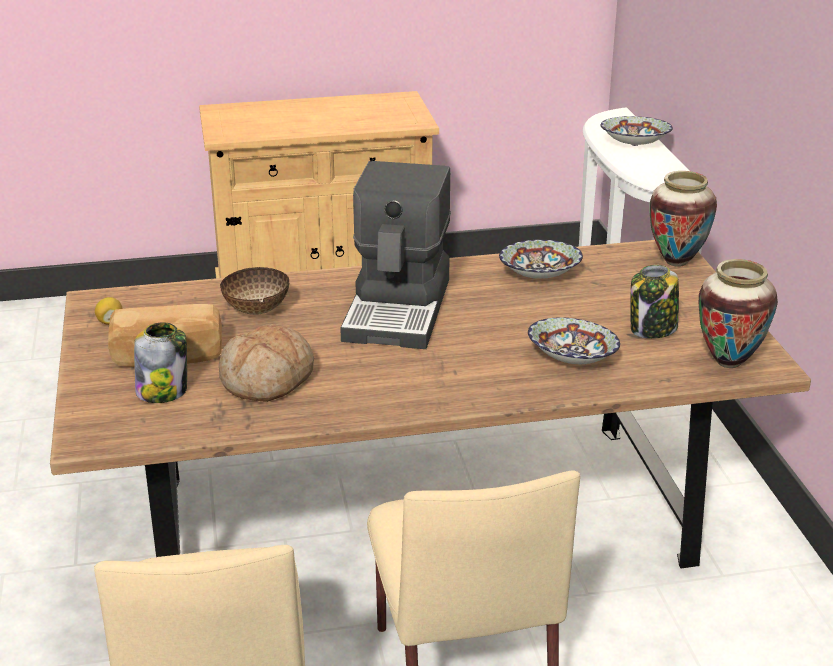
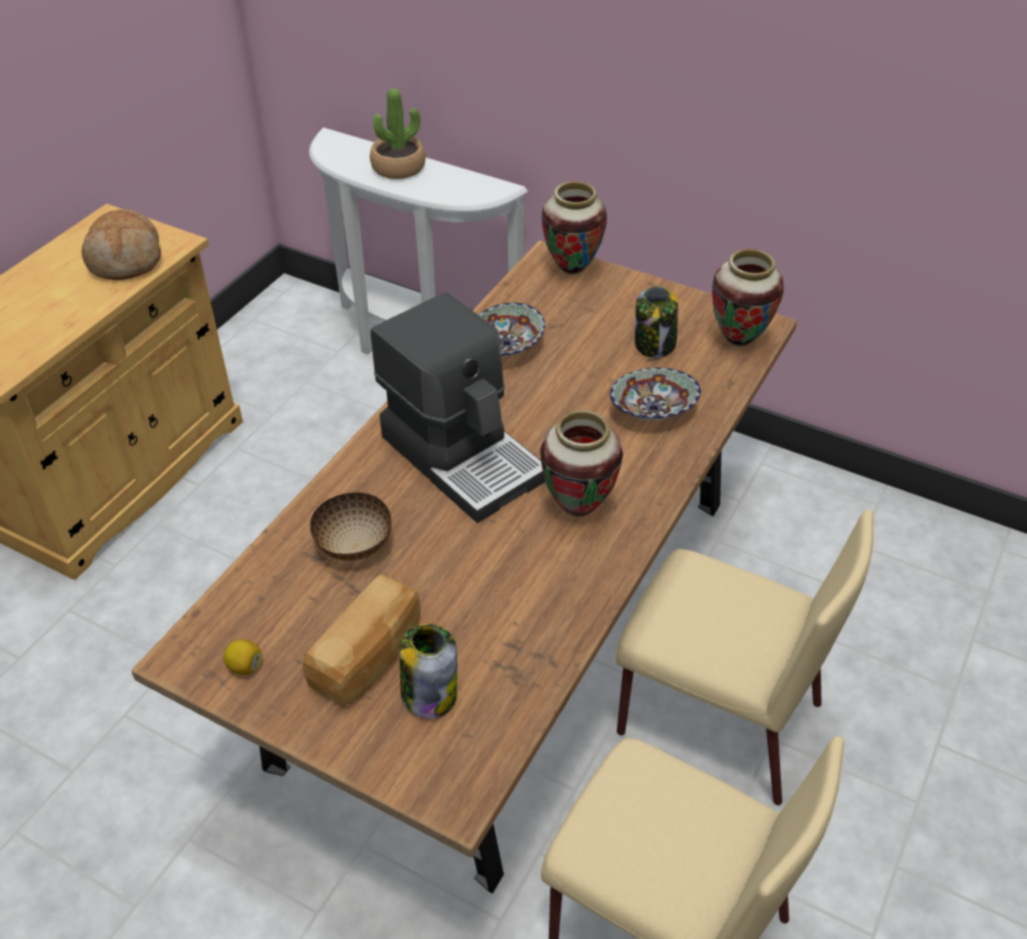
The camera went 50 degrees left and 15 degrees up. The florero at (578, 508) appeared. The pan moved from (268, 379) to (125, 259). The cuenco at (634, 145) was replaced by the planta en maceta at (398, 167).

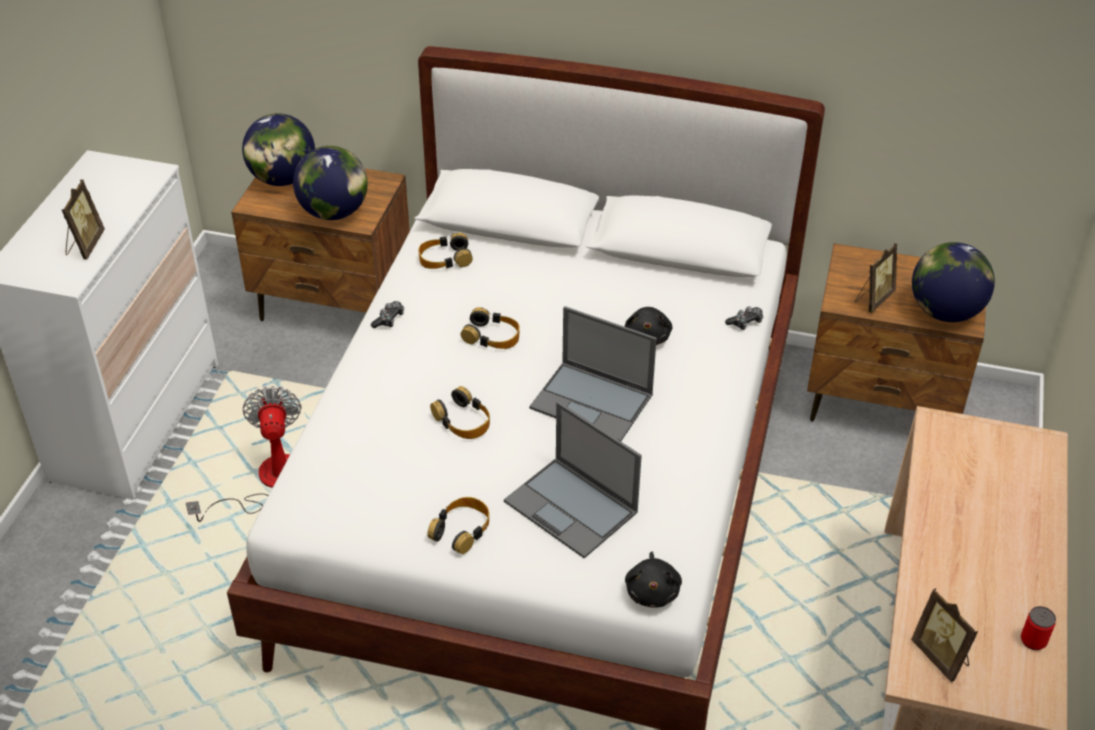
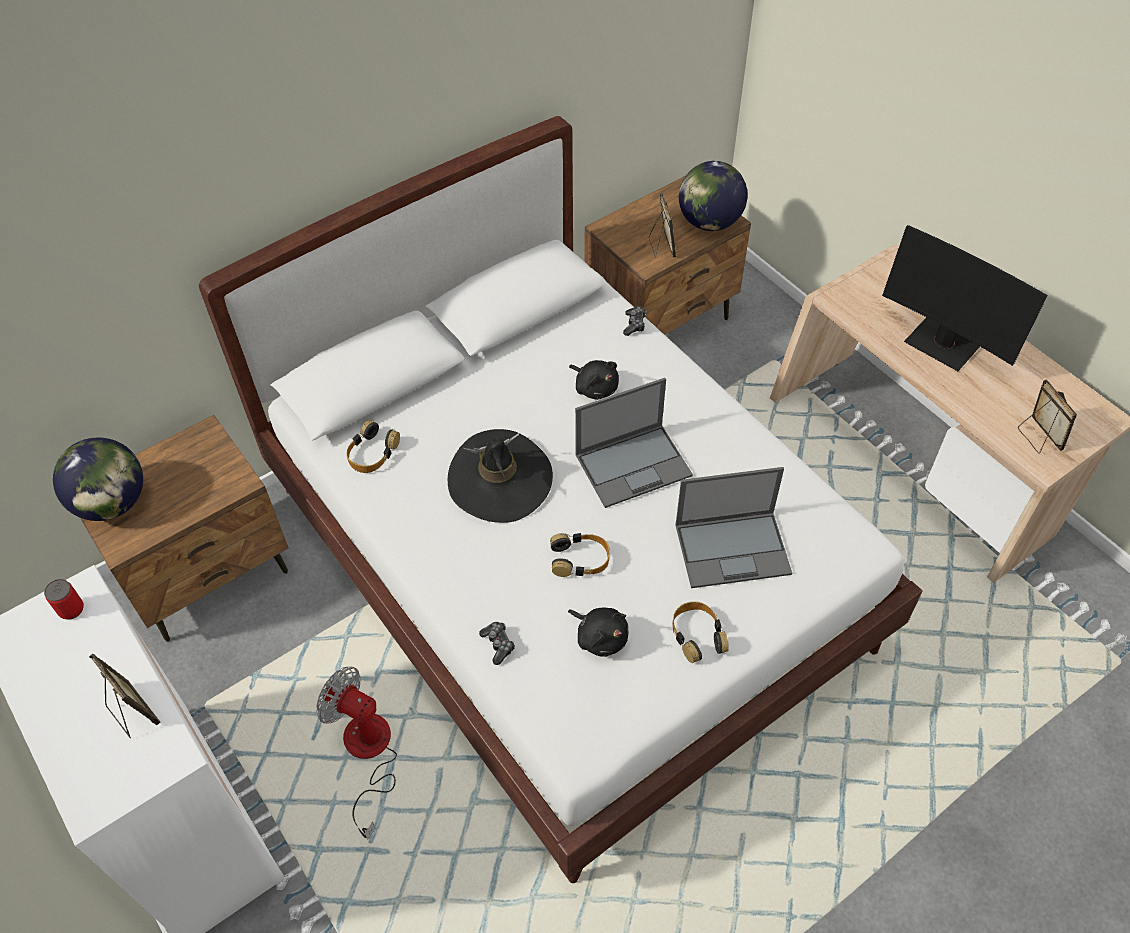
The camera went 50 degrees left and 10 degrees up. The globo terráqueo at (333, 212) disappeared. The monitor at (943, 344) appeared. The mando de consola moved from (389, 319) to (498, 644). The peluche (negro) moved from (652, 591) to (600, 637). The lata moved from (1033, 640) to (71, 609). The auriculares at (492, 336) was replaced by the sombrero (negro) at (500, 480). The portarretratos at (941, 657) turned 120 degrees counterclockwise.

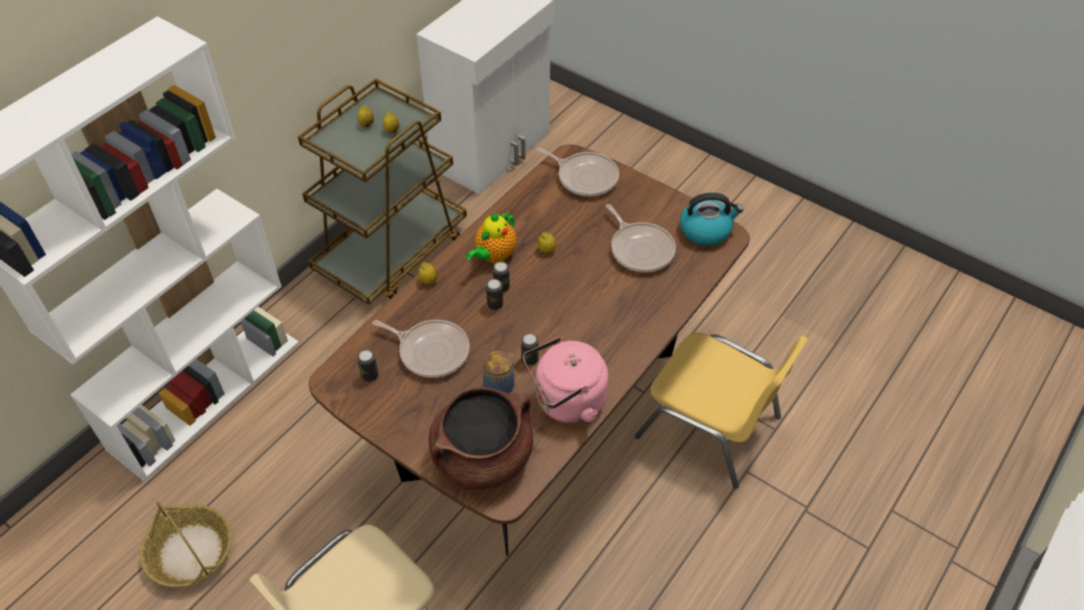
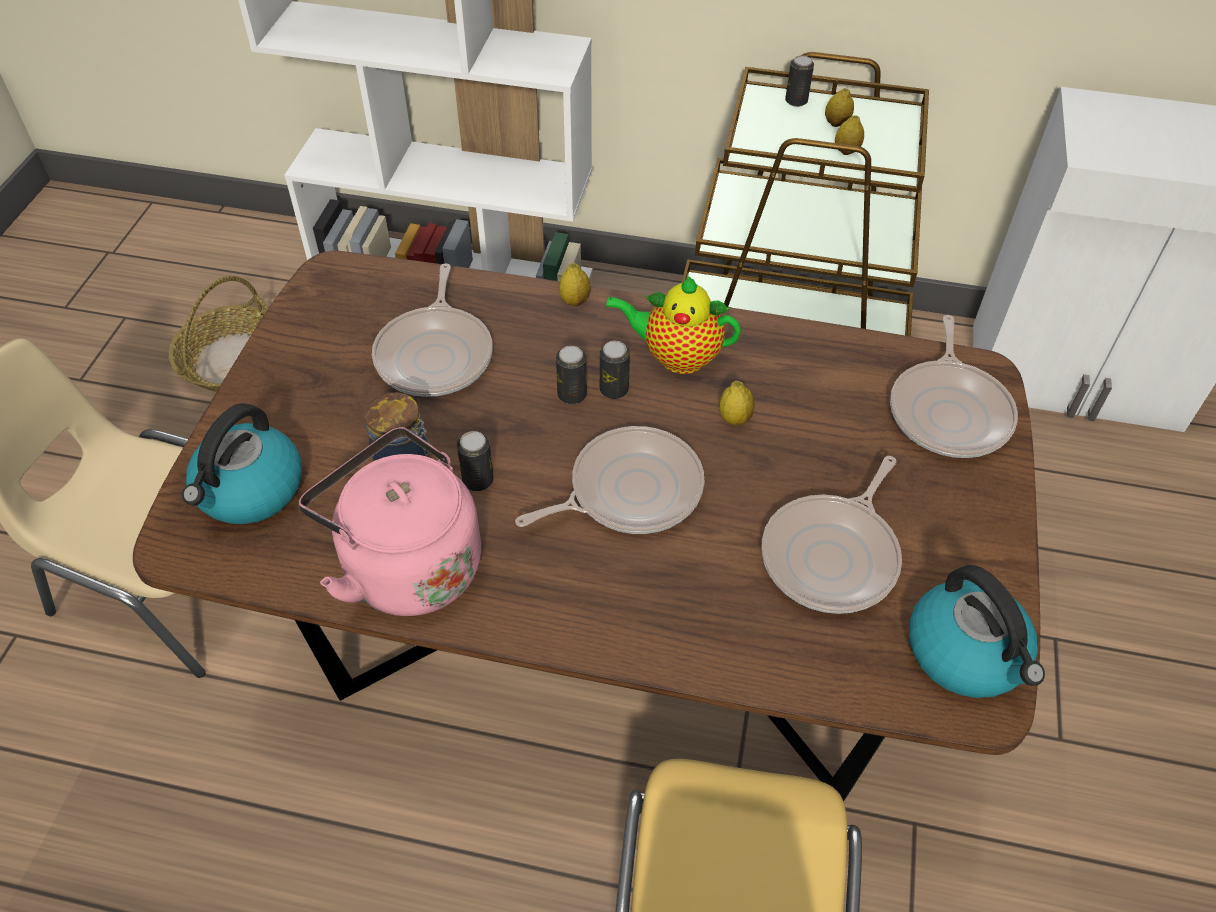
The camera went 65 degrees right and 0 degrees up. The sartén at (629, 490) appeared. The lata moved from (370, 375) to (796, 101). The olla (marrón) at (483, 457) was replaced by the hervidor at (250, 491).

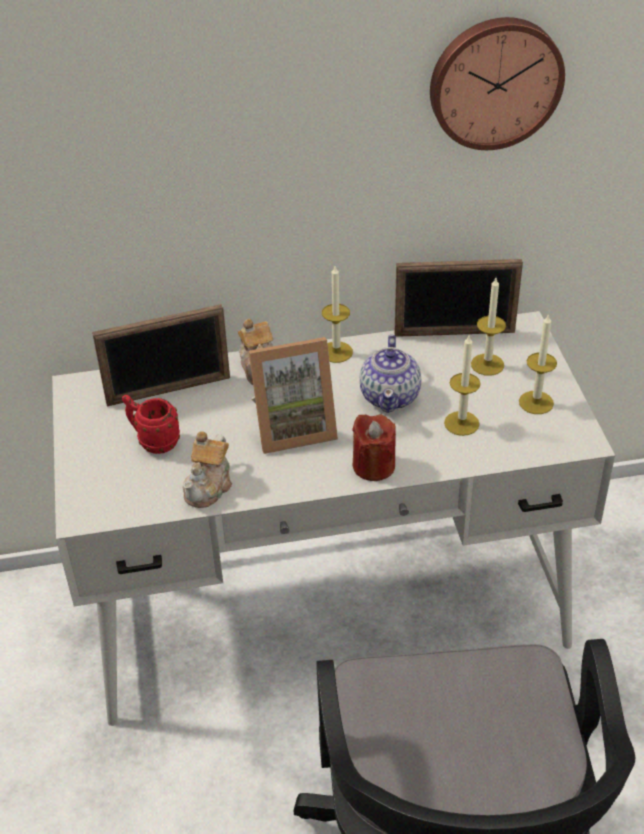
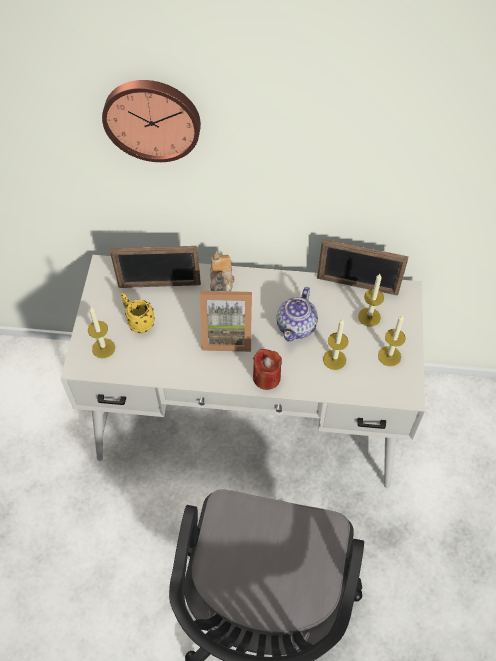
The camera went 15 degrees right and 15 degrees up. The tetera at (209, 486) disappeared. The vela moved from (336, 352) to (103, 348). The reloj de pared moved from (494, 82) to (152, 118). The taza grande (rojo) at (153, 441) became the taza grande (amarillo) at (138, 322).

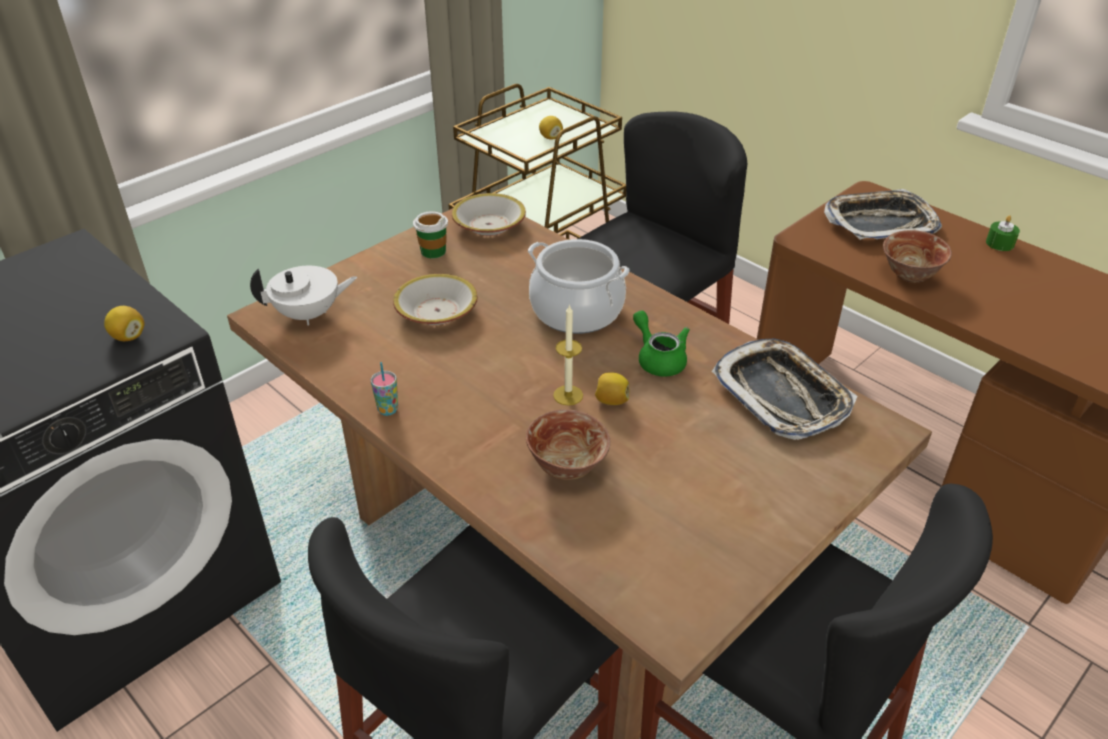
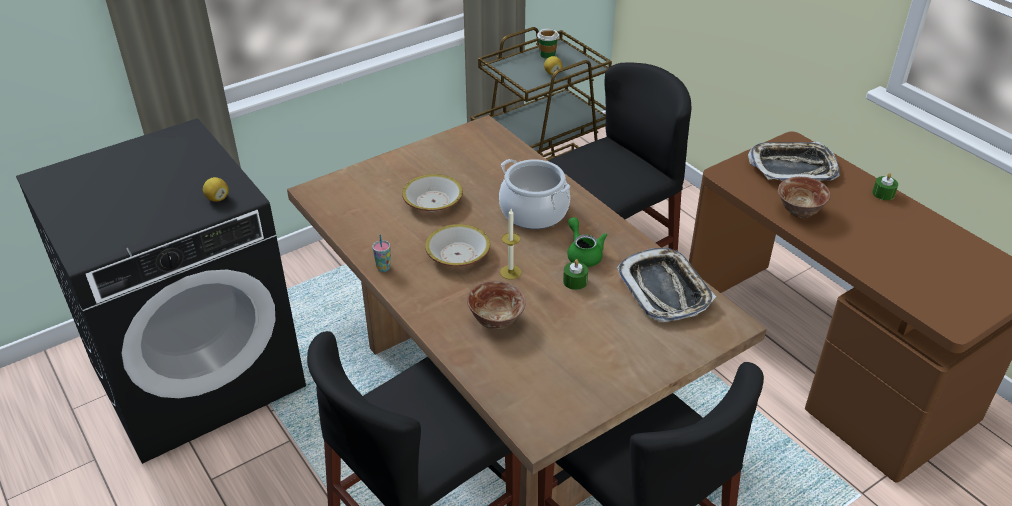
The camera went 10 degrees right and 0 degrees up. The tetera (blanco) at (309, 315) disappeared. The limón at (611, 400) disappeared. The vela (verde) at (575, 281) appeared. The taza moved from (433, 251) to (547, 54). The cuenco moved from (488, 225) to (457, 254).

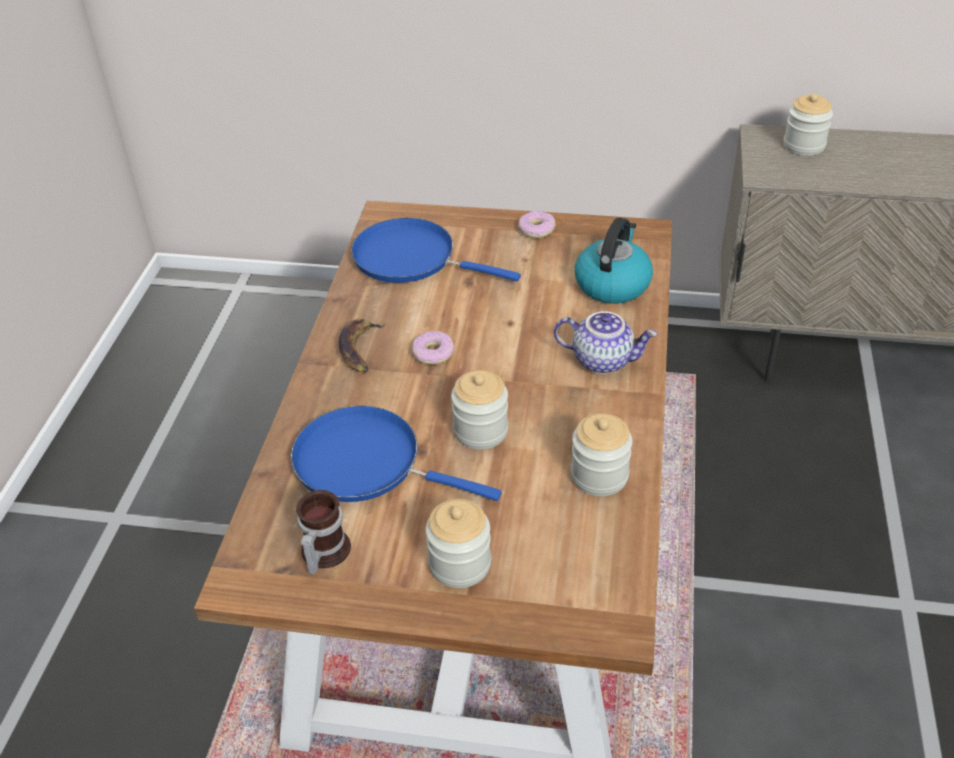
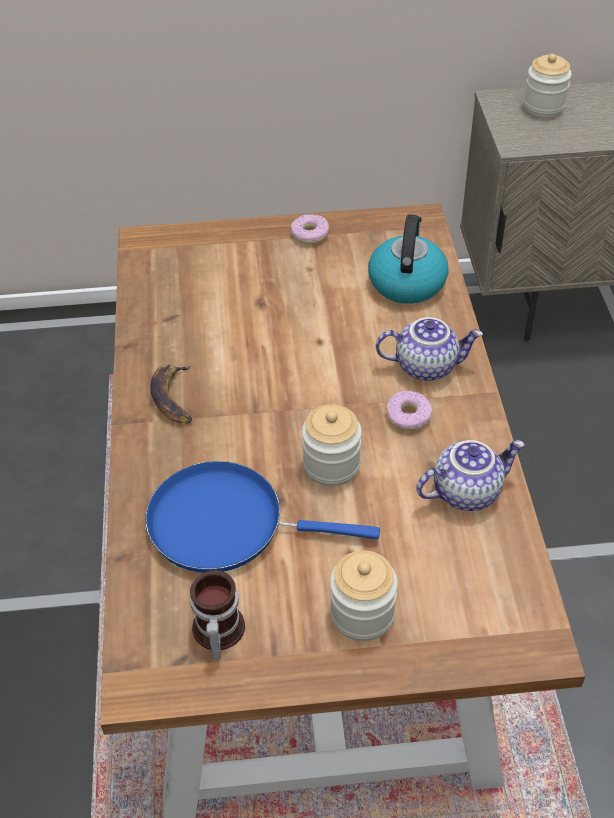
The camera went 15 degrees left and 5 degrees up. The sartén (azul) at (411, 258) disappeared. The rosquilla moved from (433, 353) to (408, 416). The tarro at (599, 476) was replaced by the tetera at (466, 490).

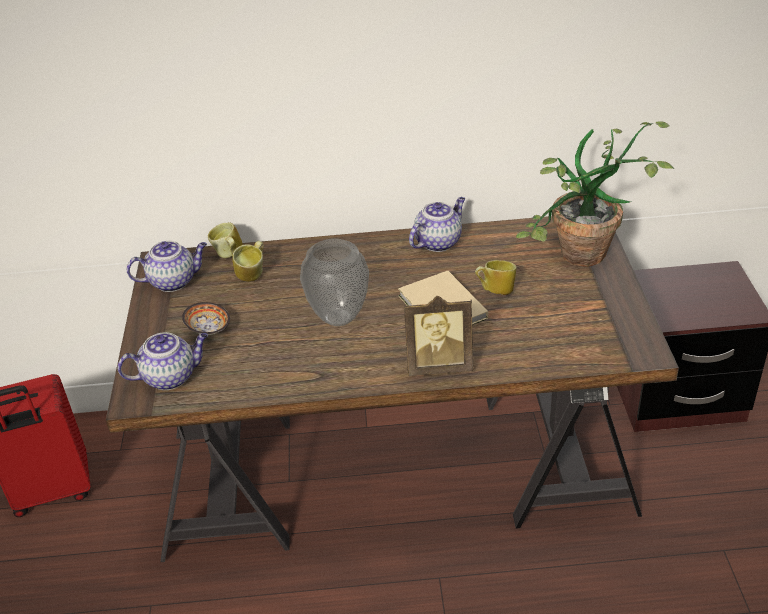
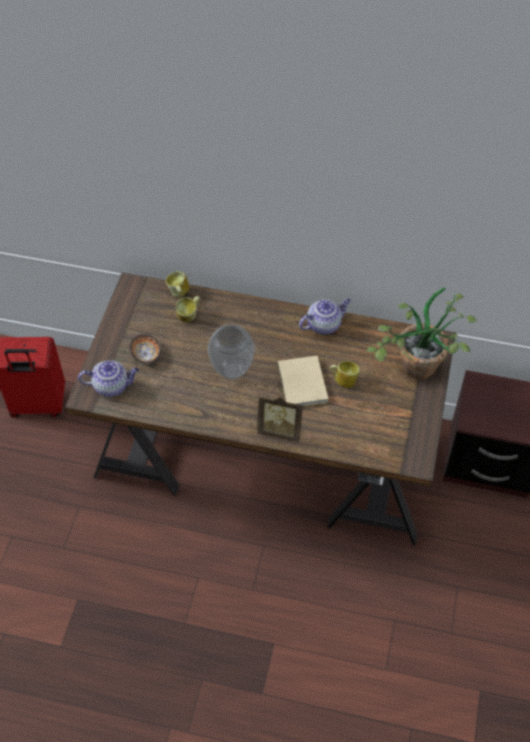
The camera went 15 degrees right and 15 degrees up. The tetera at (174, 281) disappeared.

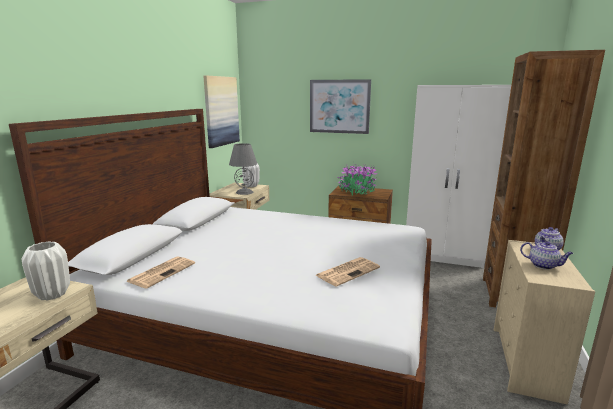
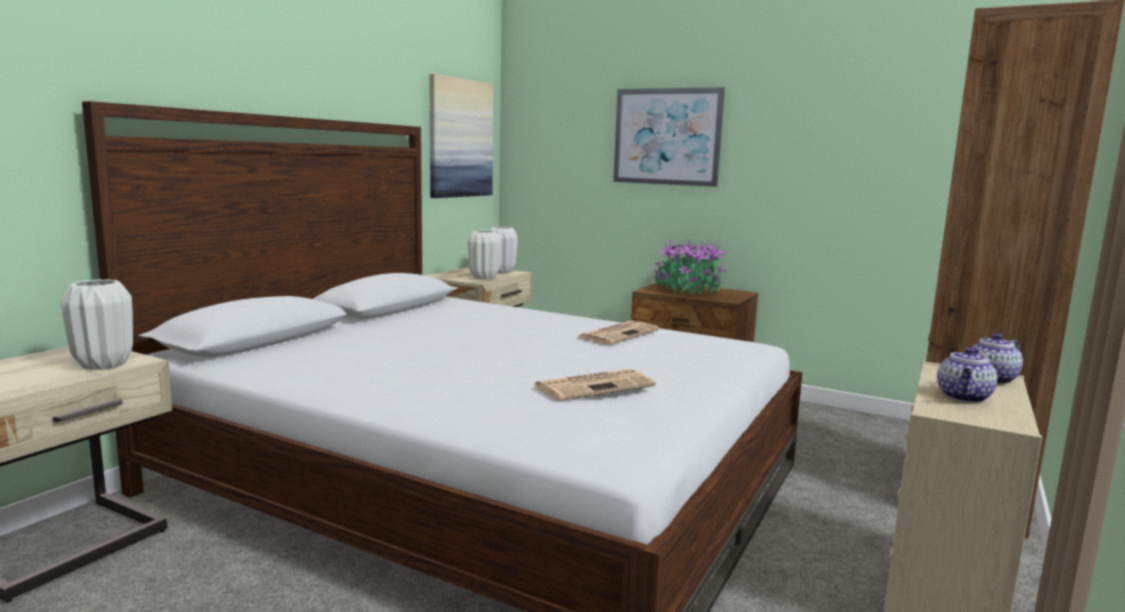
The camera went 10 degrees right and 5 degrees down. The armario ropero (blanco) at (443, 255) disappeared. The periódico moved from (162, 272) to (618, 334). The lámpara de mesa (gris) at (244, 192) was replaced by the florero (blanco) at (484, 278). The tetera at (543, 265) turned 75 degrees clockwise.

